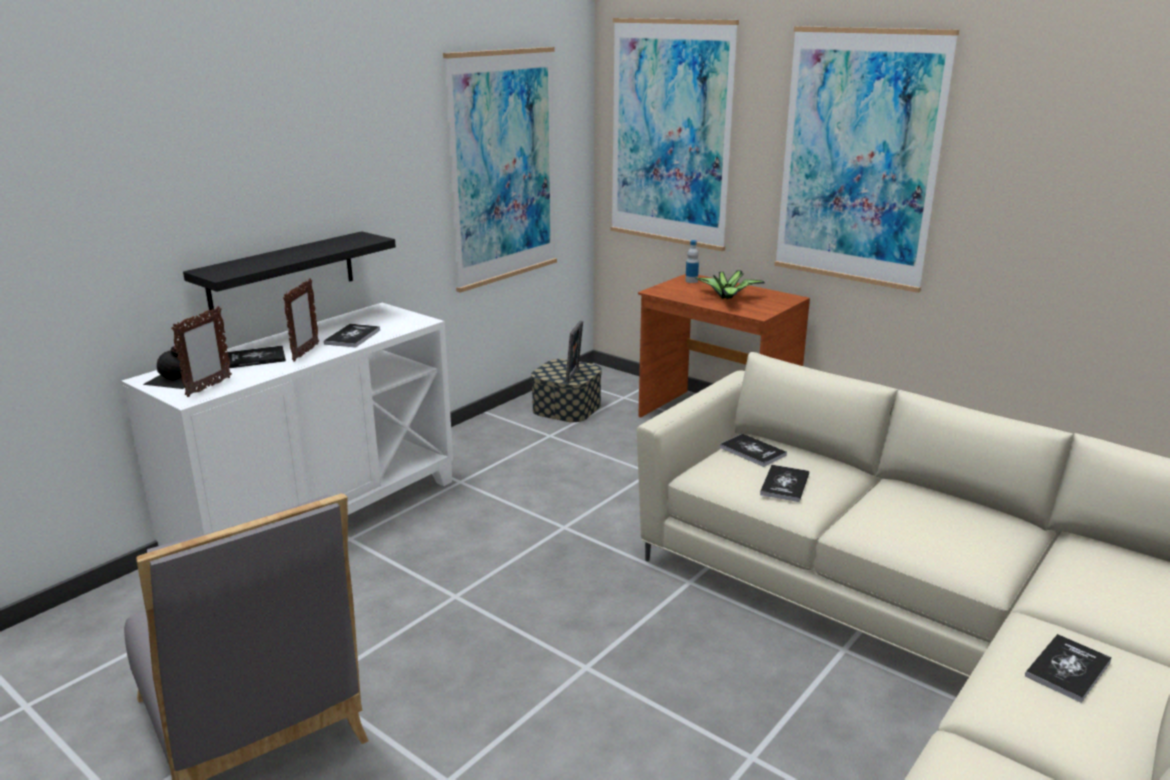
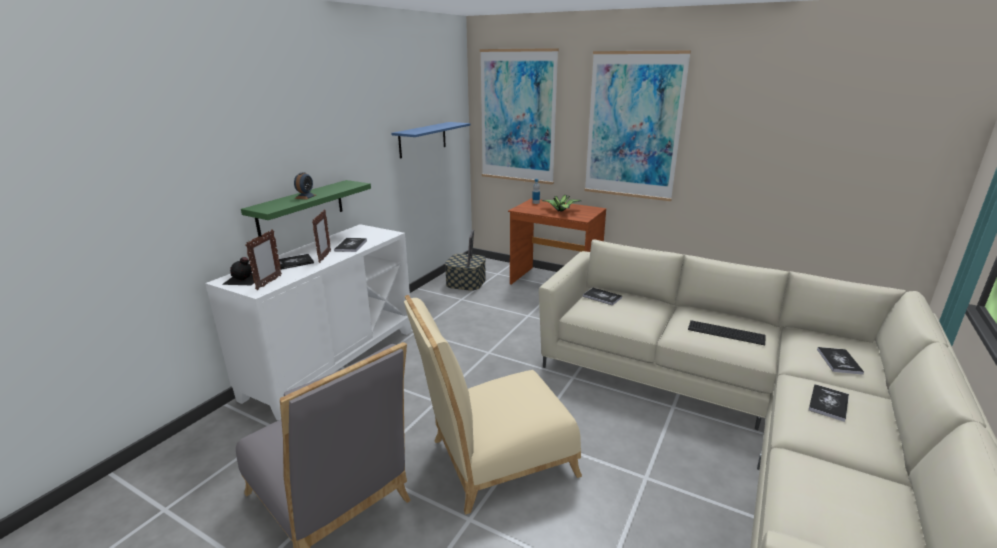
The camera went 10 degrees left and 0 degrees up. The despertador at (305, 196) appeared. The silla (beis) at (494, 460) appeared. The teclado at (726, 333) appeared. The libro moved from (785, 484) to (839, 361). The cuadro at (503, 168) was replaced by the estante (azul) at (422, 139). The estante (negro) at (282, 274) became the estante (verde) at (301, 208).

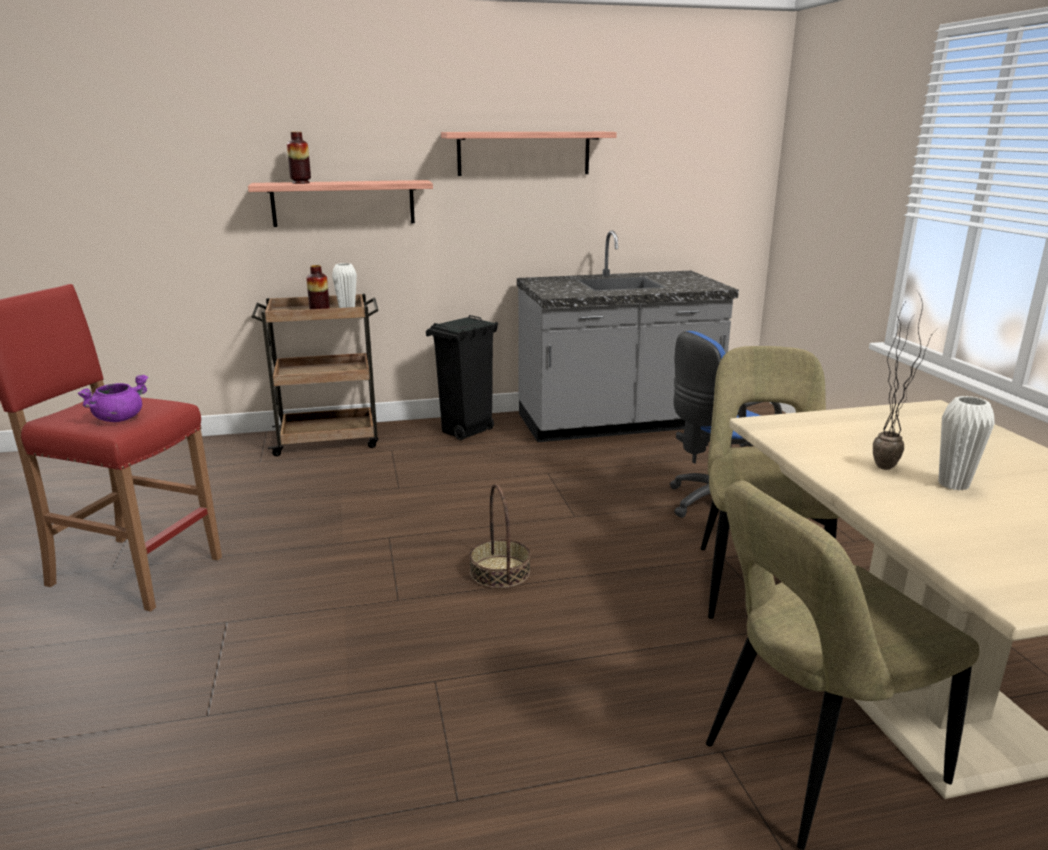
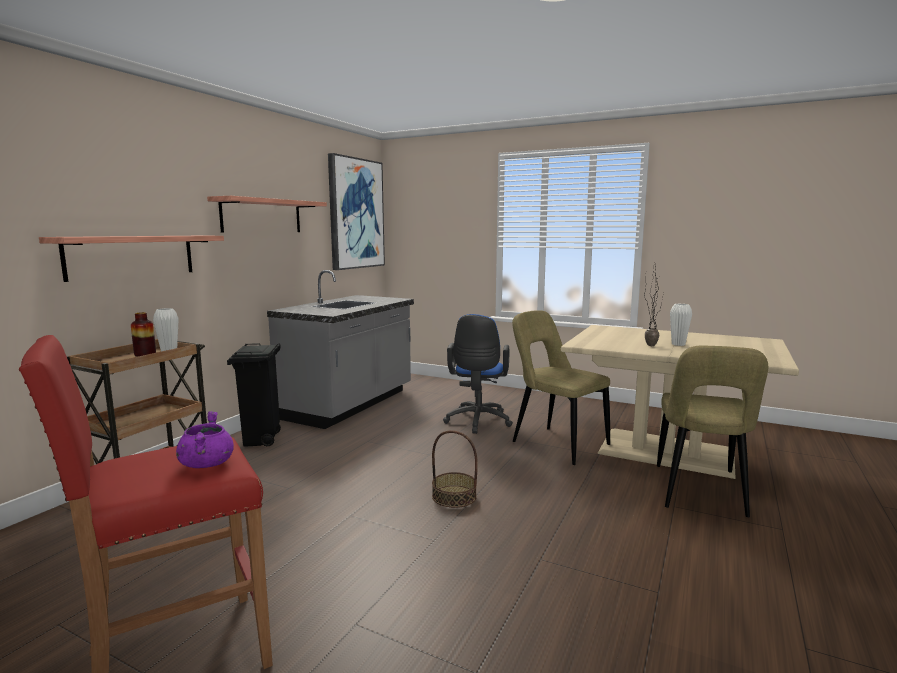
The camera went 50 degrees left and 10 degrees down. The florero at (301, 183) disappeared. The cuadro at (355, 214) appeared.

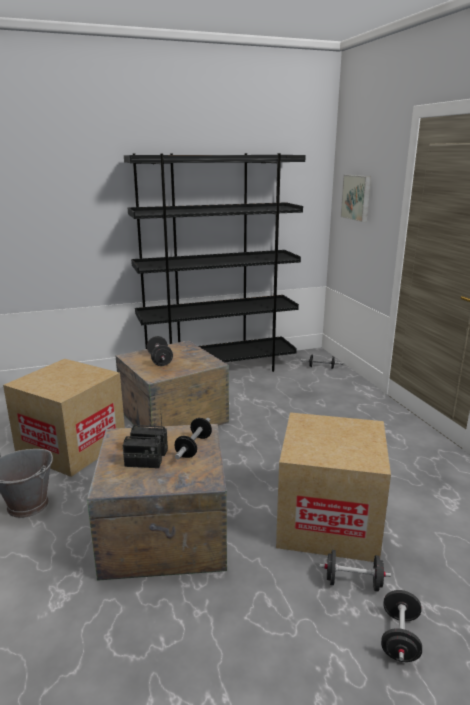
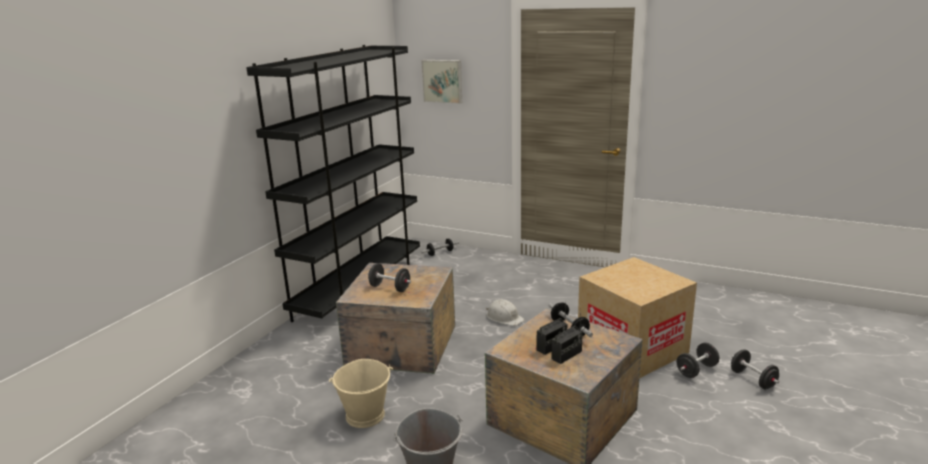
The camera went 45 degrees left and 0 degrees up. The casco (blanco) at (504, 317) appeared. The caja de cartón at (72, 446) was replaced by the cubo (beis) at (366, 415).

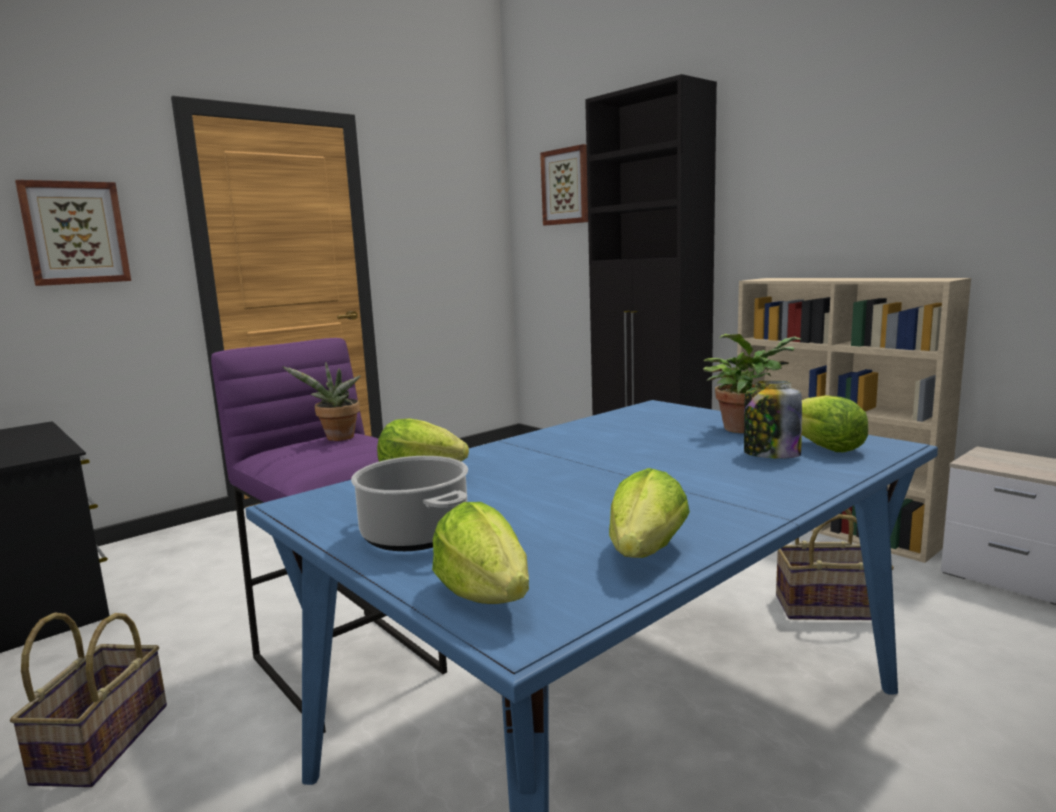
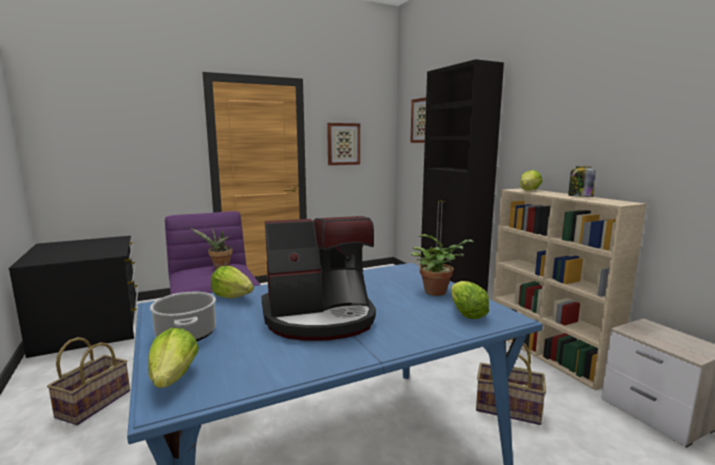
The camera went 15 degrees right and 0 degrees up. The cafetera at (320, 317) appeared. The cuadro moved from (75, 233) to (343, 144). The lechuga moved from (646, 552) to (529, 191). The tarro moved from (770, 455) to (579, 197).

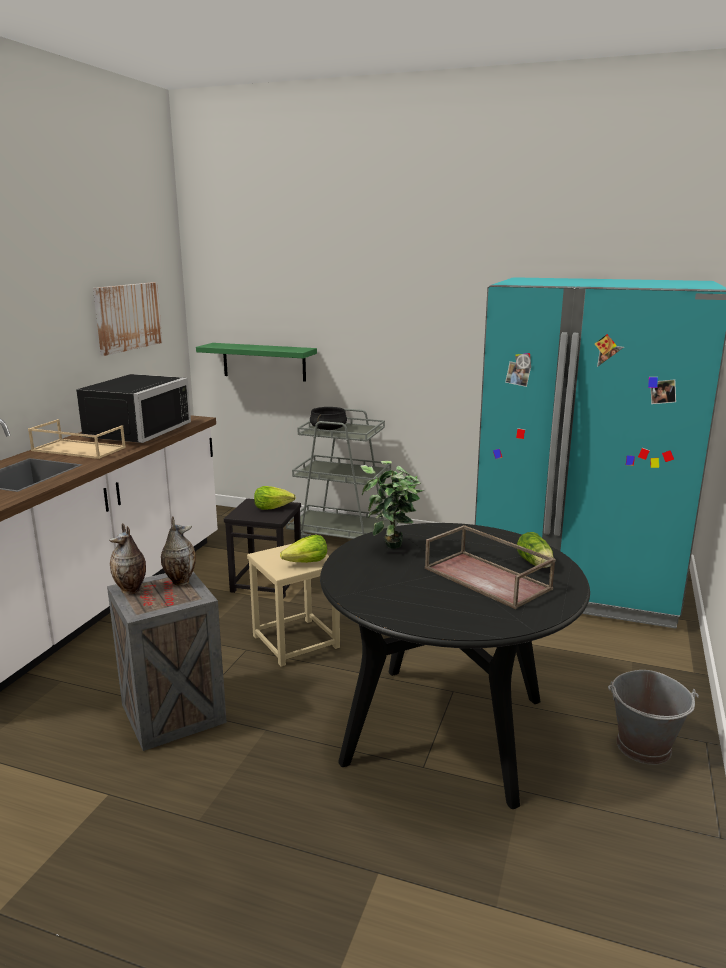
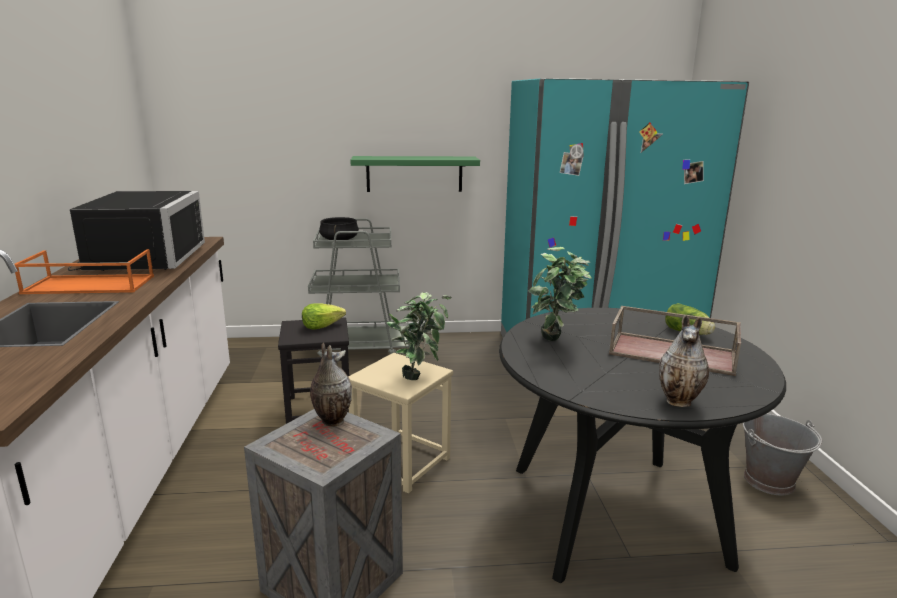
The camera went 25 degrees left and 0 degrees up. The cuadro at (127, 317) disappeared. The florero moved from (131, 590) to (680, 401). The estante (verde) moved from (264, 362) to (414, 174). The lechuga at (306, 563) was replaced by the planta en maceta at (419, 375). The bandeja (beis) at (77, 449) became the bandeja (naranja) at (88, 285).

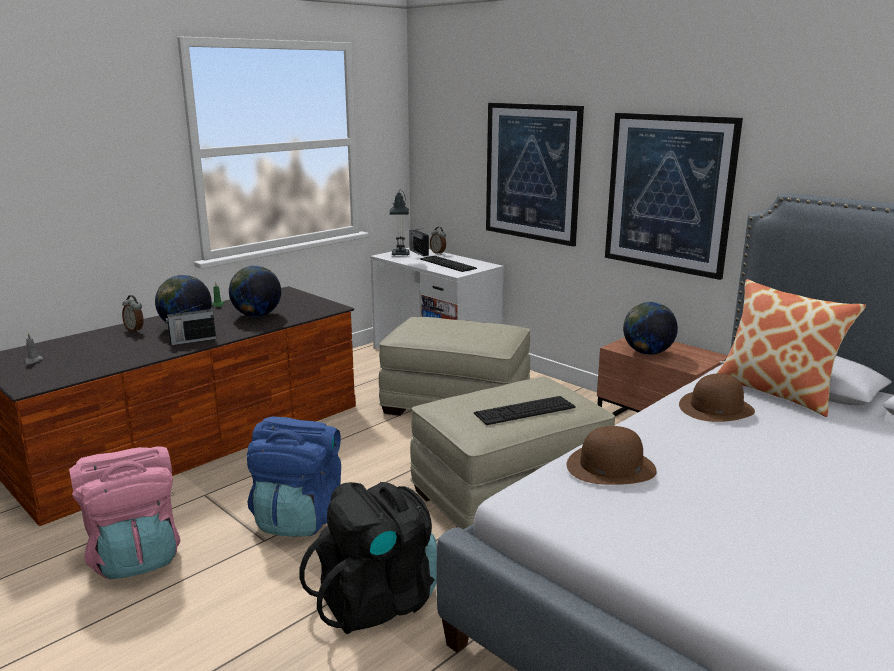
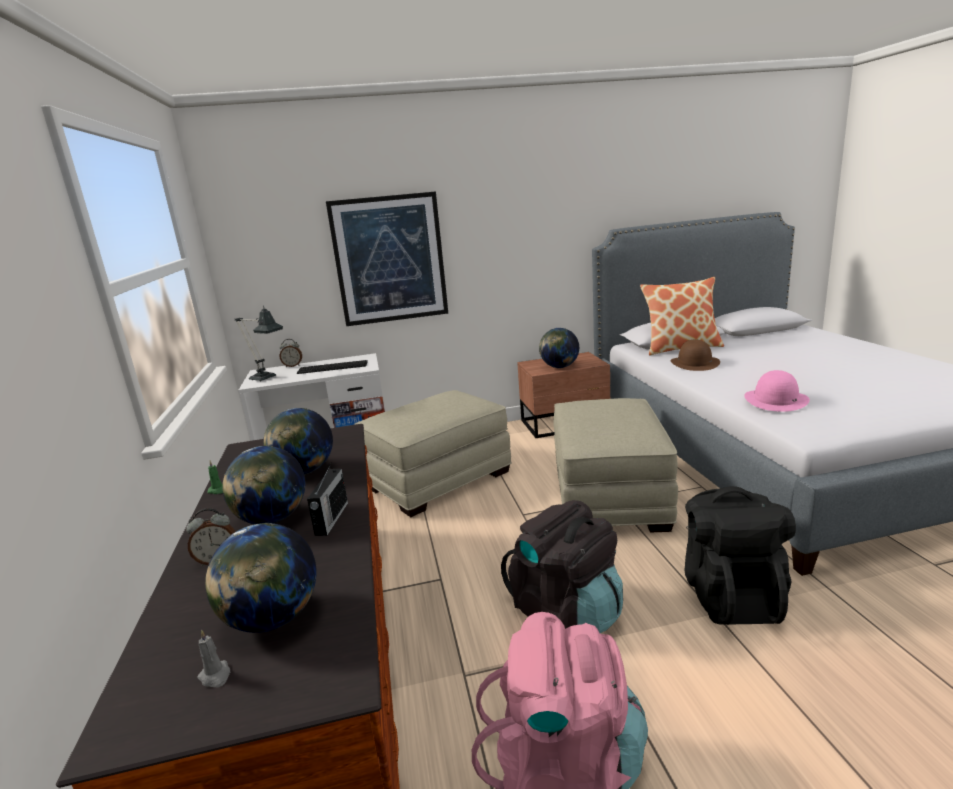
The camera went 55 degrees left and 0 degrees up. The radio at (418, 252) disappeared. The teclado at (525, 410) disappeared. The cuadro at (668, 193) disappeared. The globo terráqueo at (273, 619) appeared. The mochila (azul) at (298, 517) became the mochila (negro) at (566, 612). The sombrero (marrón) at (610, 467) became the sombrero (rosa) at (776, 400).

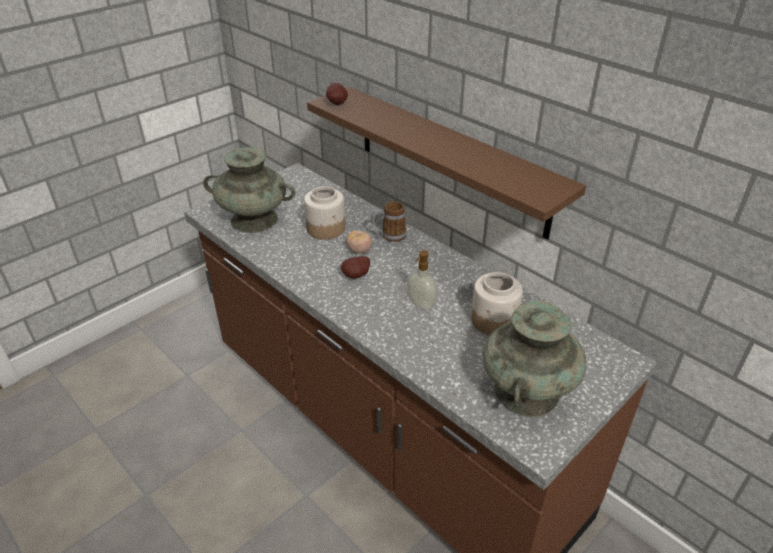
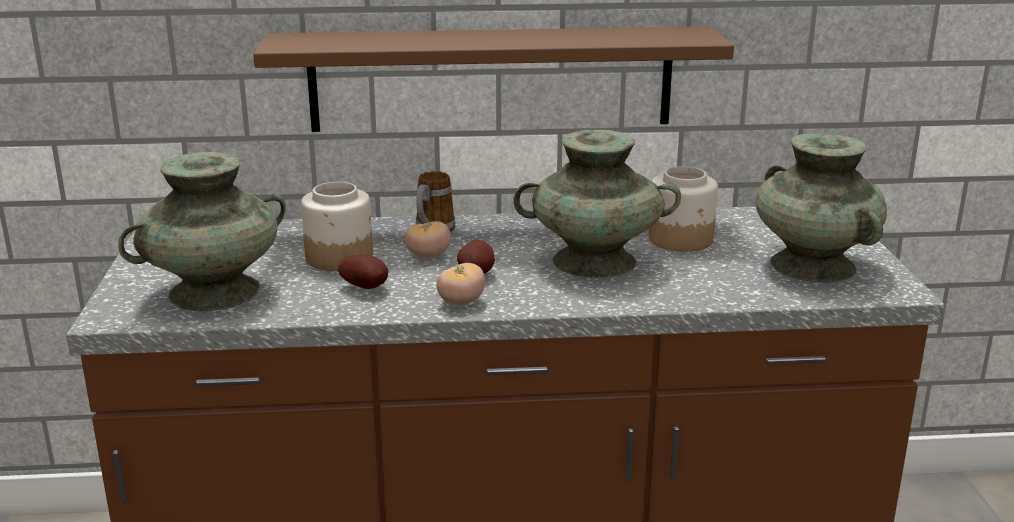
The camera went 50 degrees left and 15 degrees down. The tomate at (461, 302) appeared. The patata moved from (337, 104) to (366, 287). The dispensador de jabón at (420, 305) was replaced by the florero (turquesa) at (595, 262).

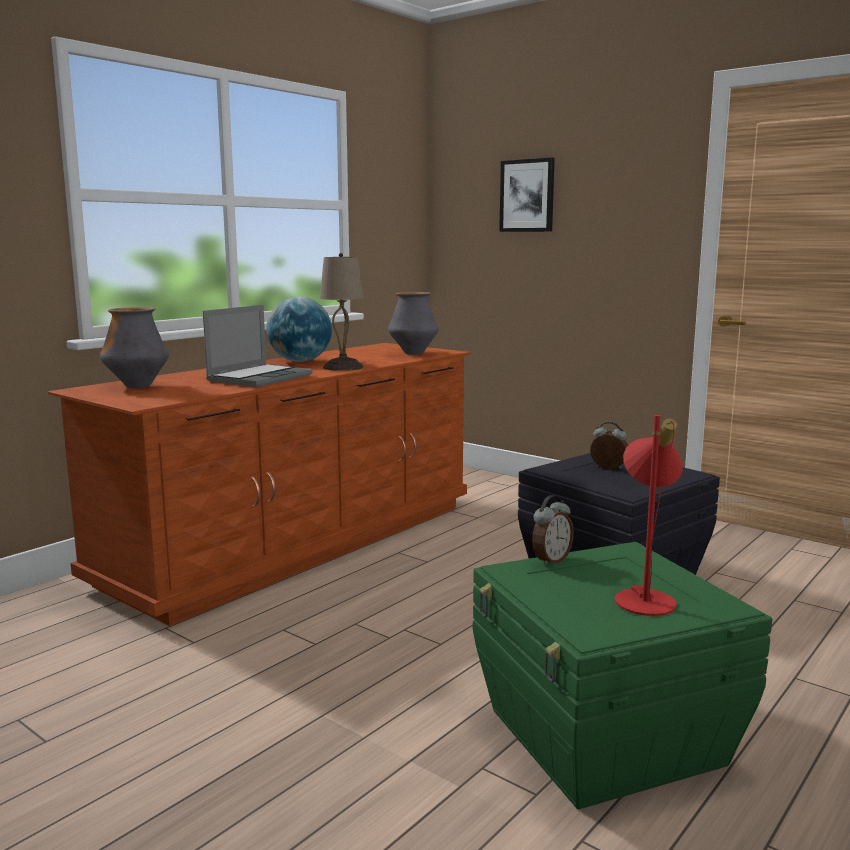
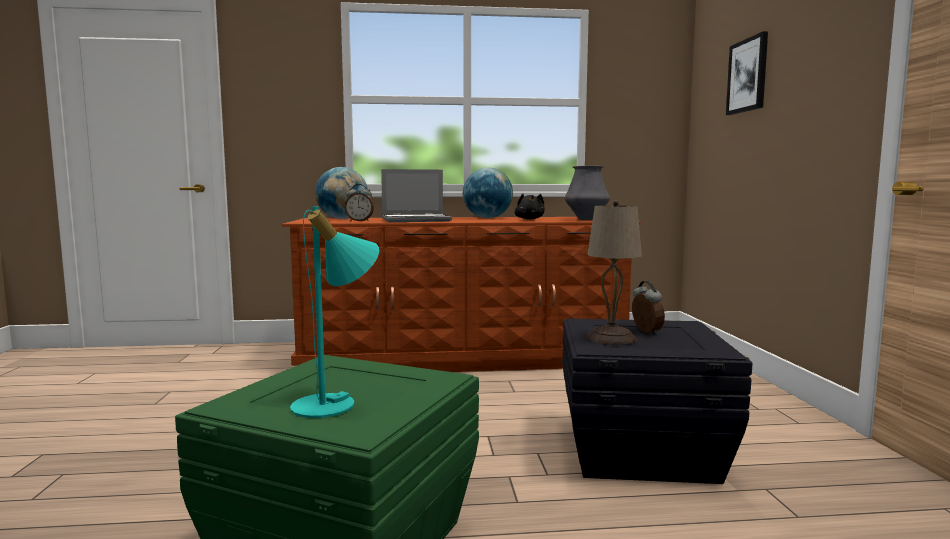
The camera went 45 degrees right and 5 degrees down. The peluche (negro) at (529, 219) appeared. The lámpara de mesa (beis) moved from (342, 367) to (610, 338). The despertador moved from (550, 560) to (359, 221). The florero at (137, 386) was replaced by the globo terráqueo at (342, 219). The lámpara de mesa (rojo) at (645, 597) became the lámpara de mesa (turquesa) at (335, 403).

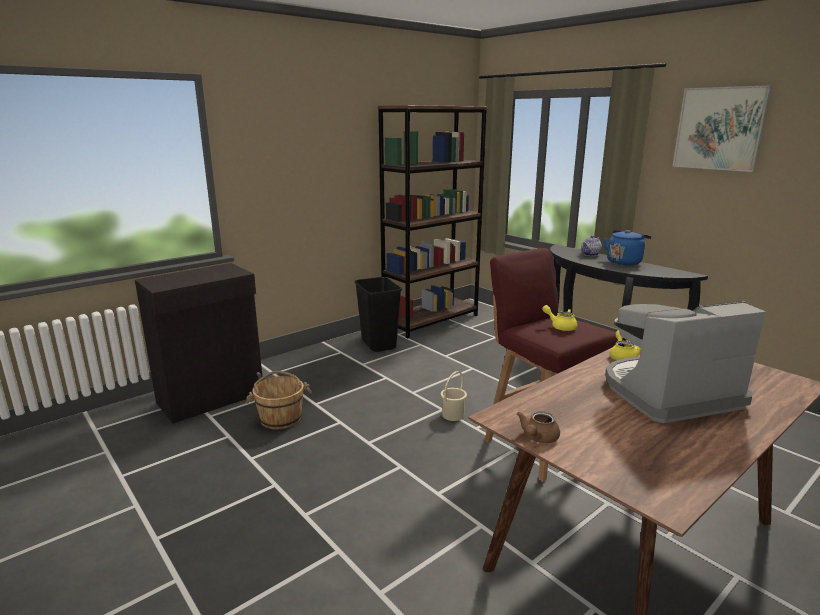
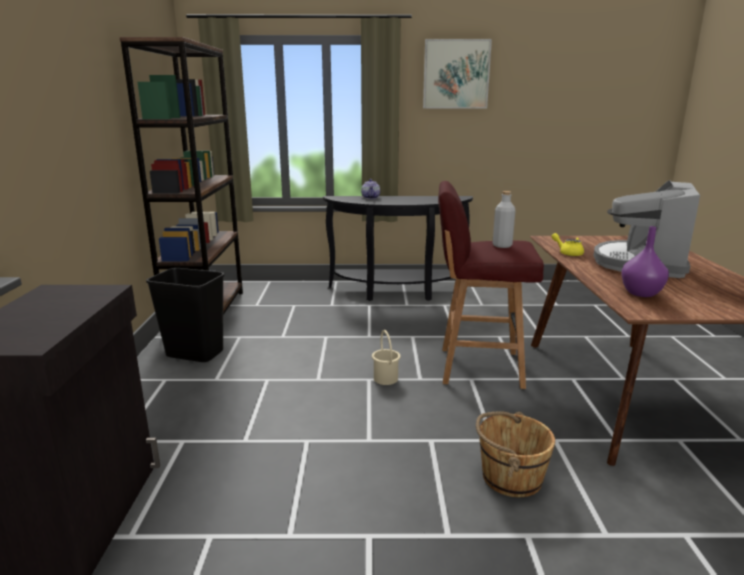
The camera went 50 degrees left and 0 degrees up. The tetera (marrón) at (537, 438) disappeared. The hervidor (azul) at (624, 262) disappeared. The florero (morado) at (641, 293) appeared. The cubo (marrón) moved from (281, 418) to (510, 477). The tetera (amarillo) at (560, 326) was replaced by the botella (gris) at (502, 246).

